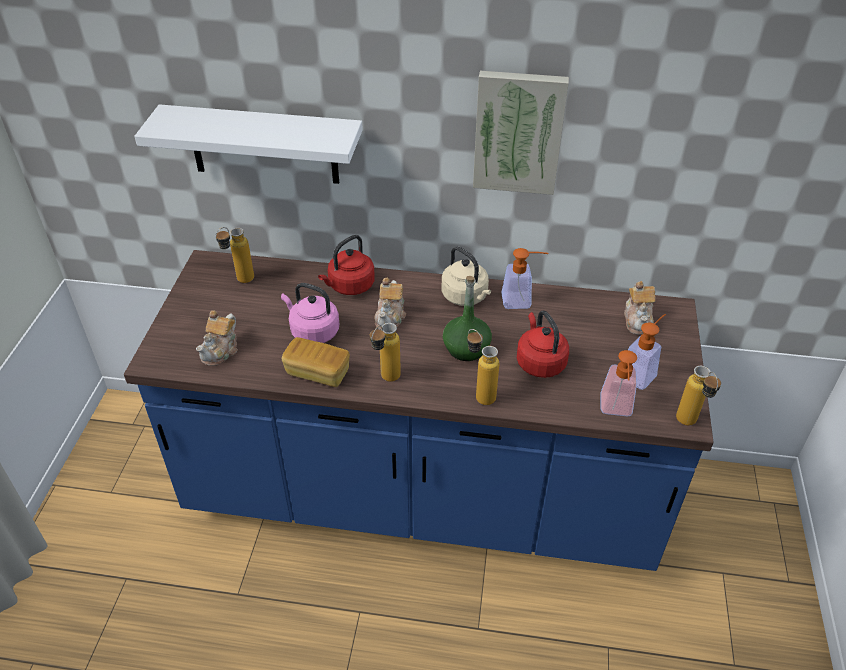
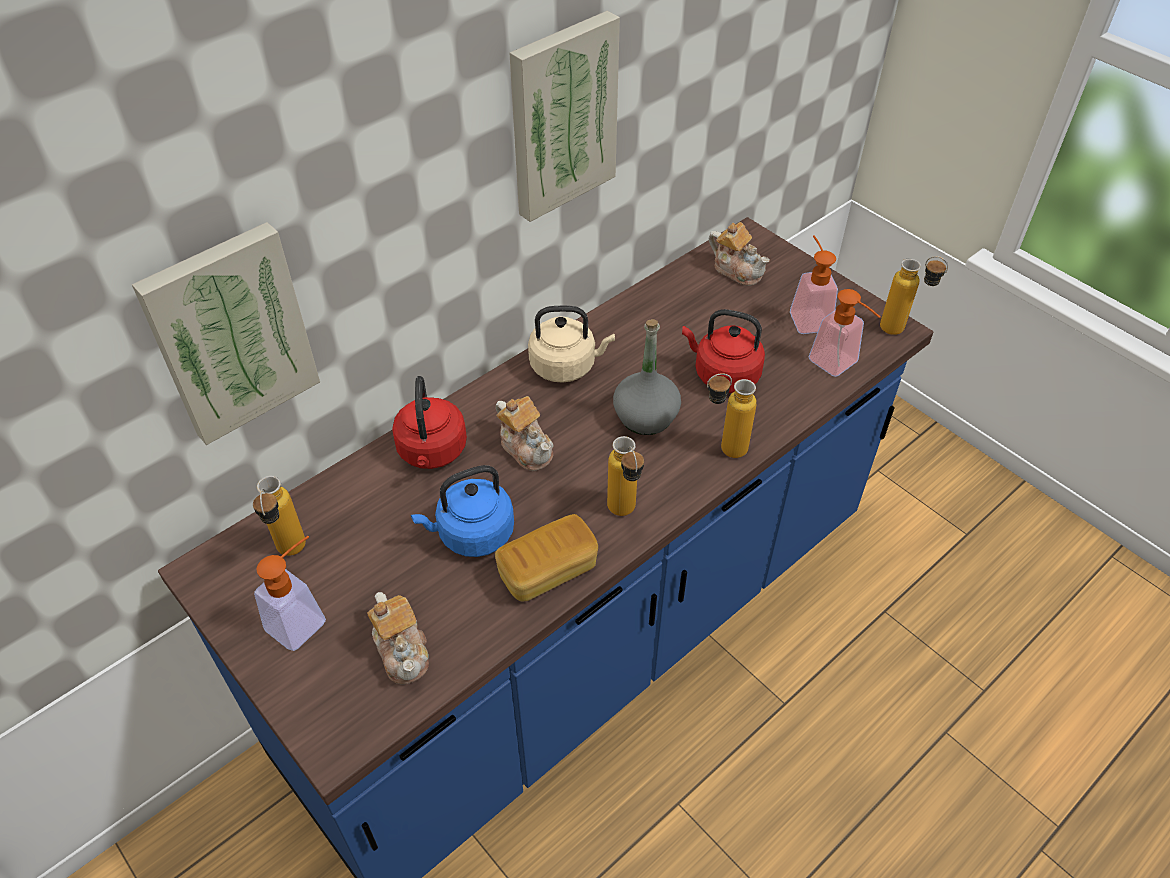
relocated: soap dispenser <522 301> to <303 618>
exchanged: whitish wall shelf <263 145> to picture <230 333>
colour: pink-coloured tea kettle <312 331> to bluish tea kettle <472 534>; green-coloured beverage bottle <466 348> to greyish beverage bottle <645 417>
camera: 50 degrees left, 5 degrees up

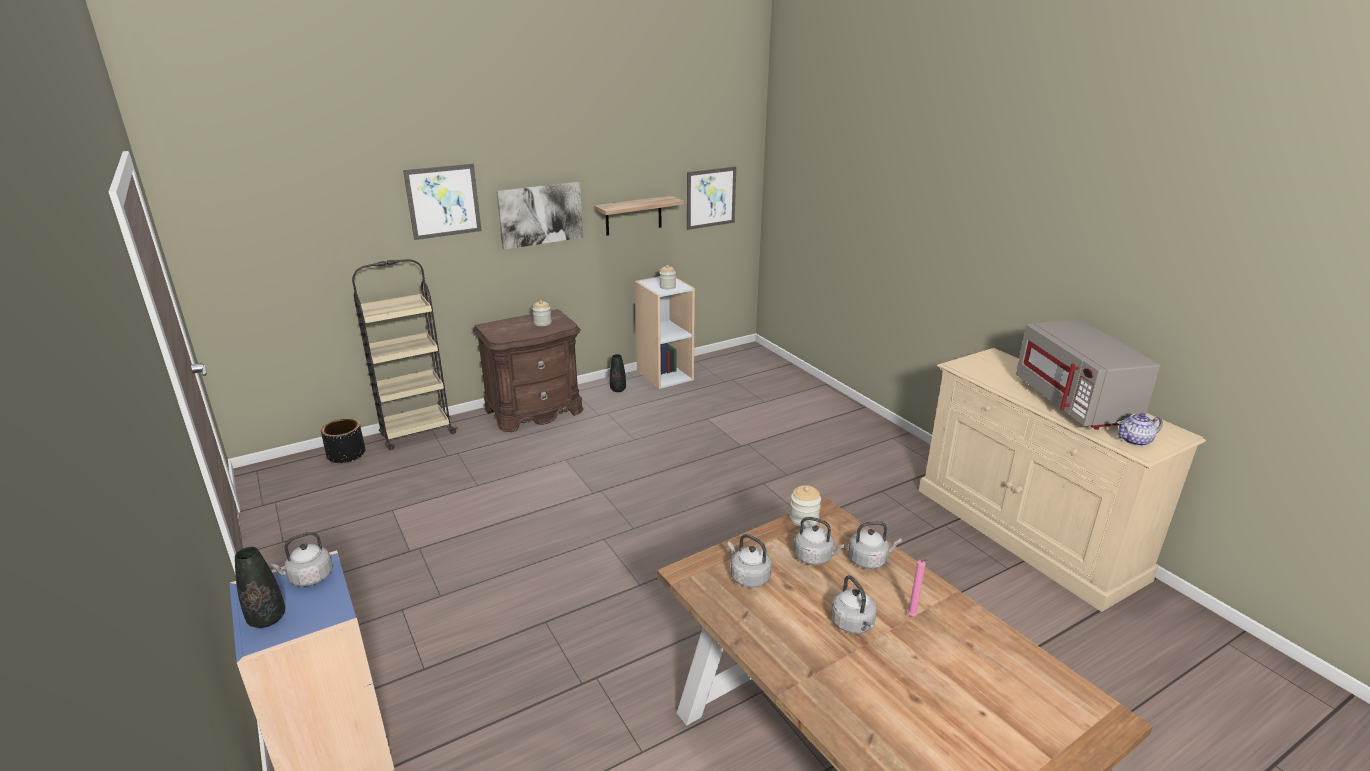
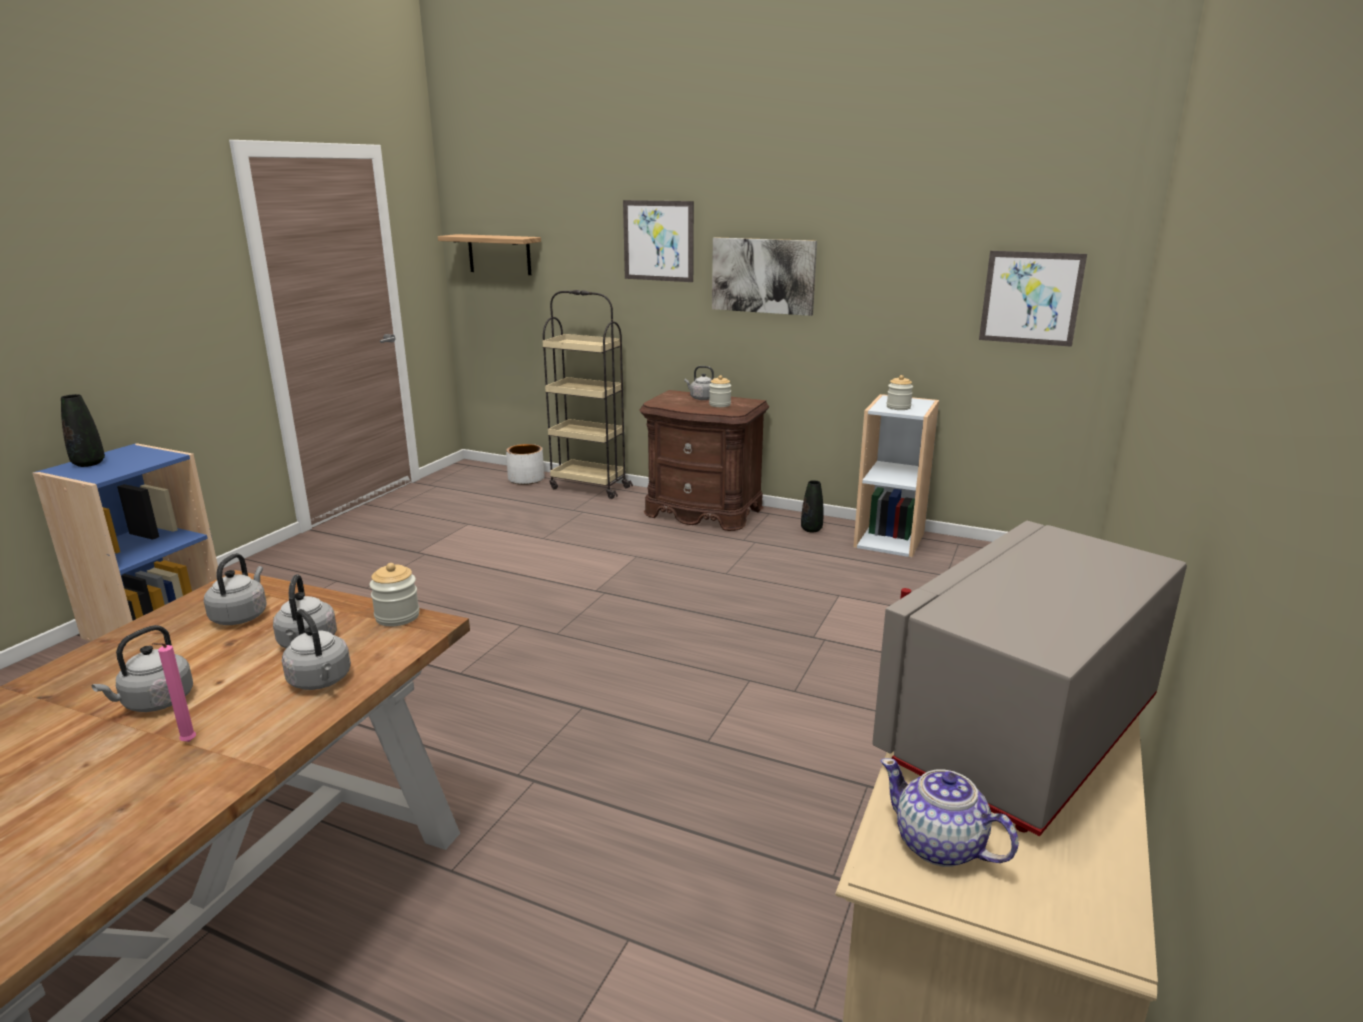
relocated: greyish tea kettle <308 578> to <701 398>; wall shelf <633 215> to <499 254>
colour: black plant pot <346 454> to whitish plant pot <526 479>
camera: 55 degrees right, 5 degrees down

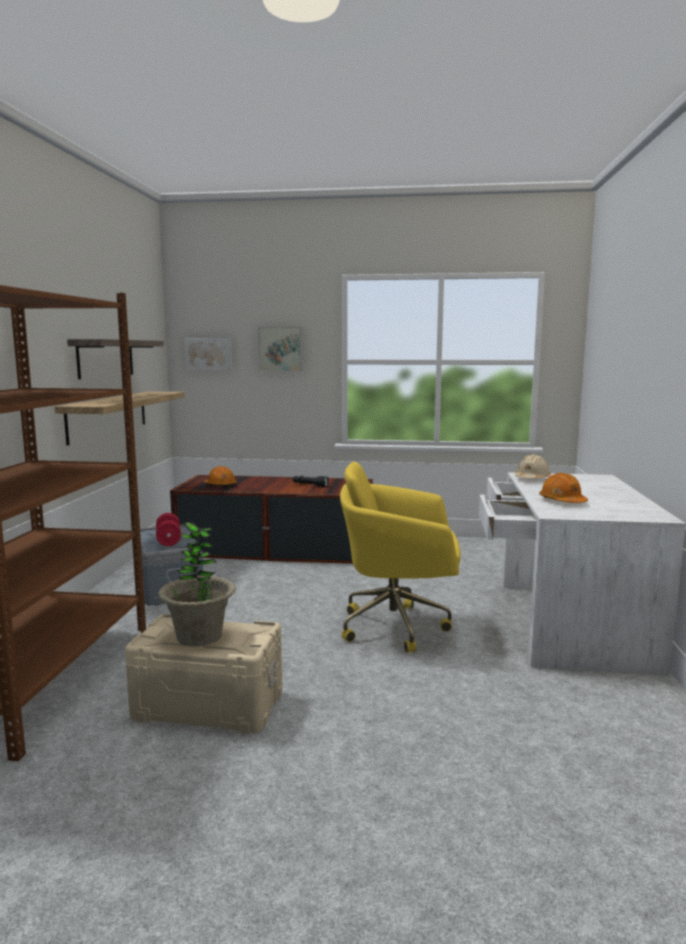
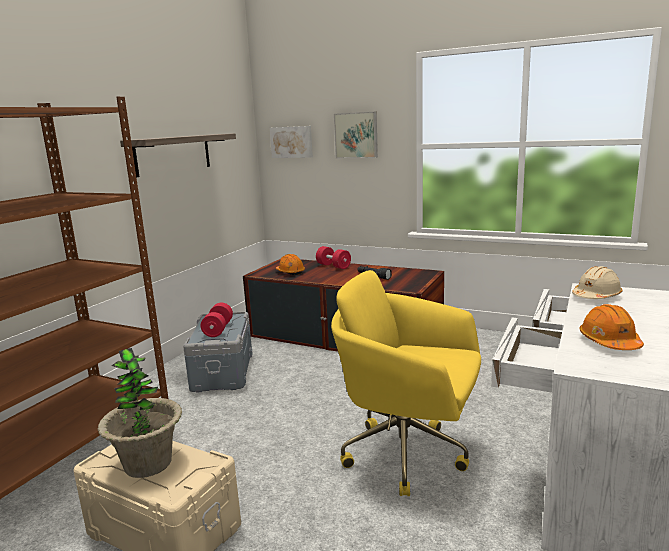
missing: wall shelf <108 415>
appeared: reddish free weight <333 266>
camera: 20 degrees right, 5 degrees up

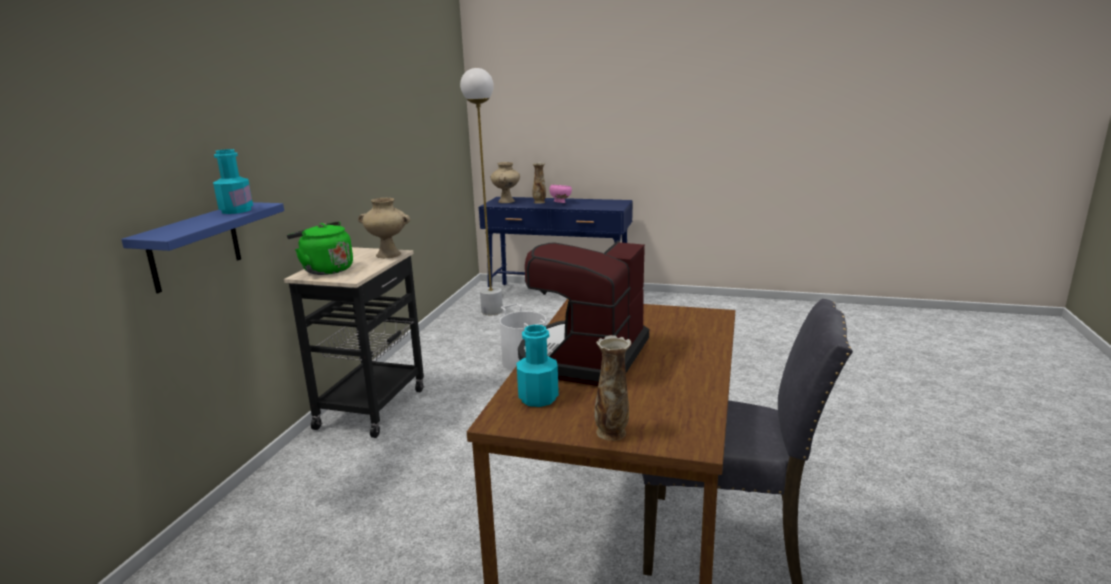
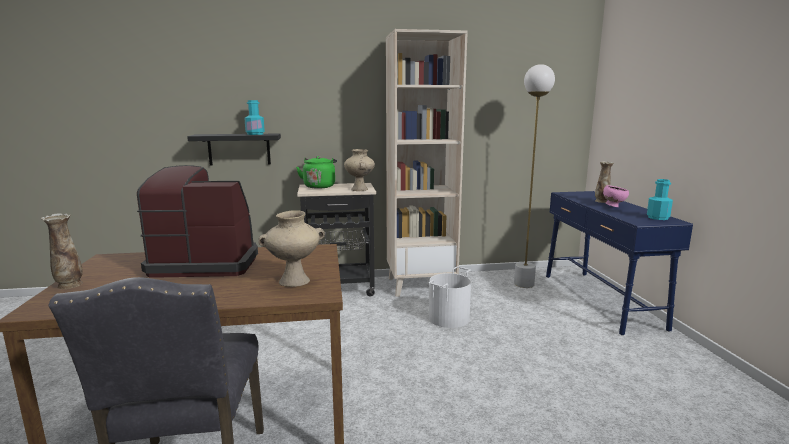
appeared: beige-coloured bookshelf <421 285>
relocated: beige-coloured flower vase <506 201> to <293 282>; turquoise beverage bottle <538 398> to <658 217>
colour: bluish wall shelf <195 247> to black wall shelf <239 149>
camera: 65 degrees right, 5 degrees down

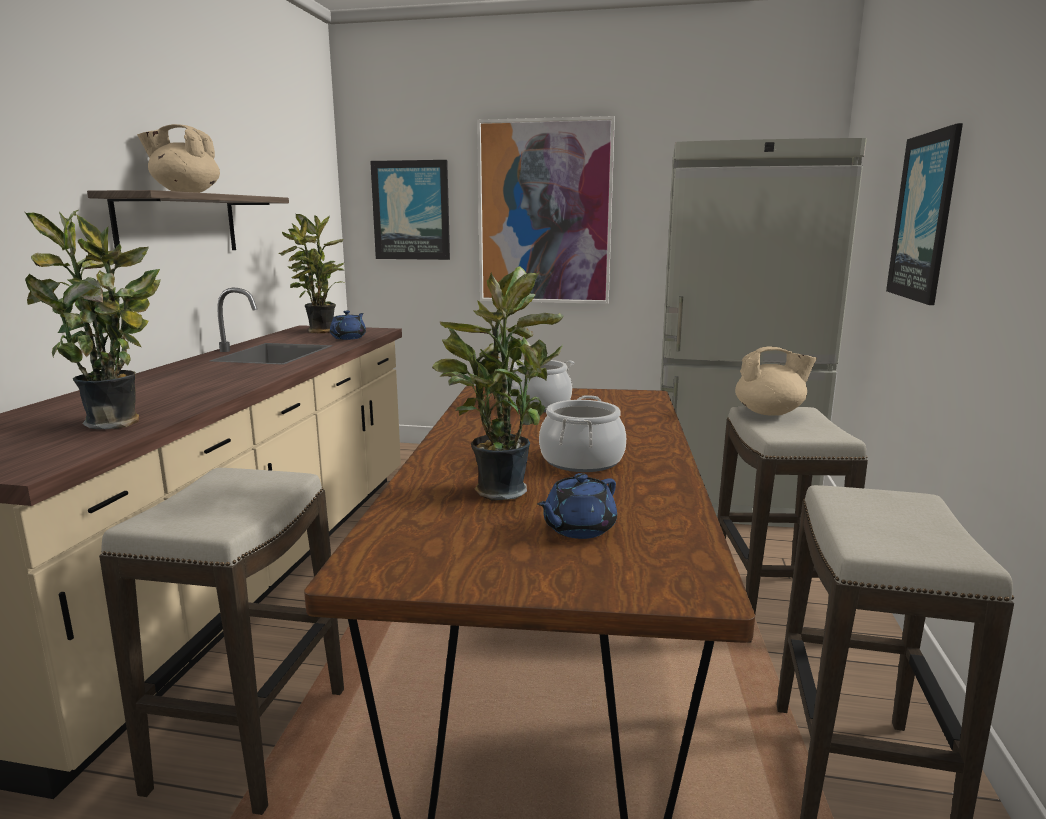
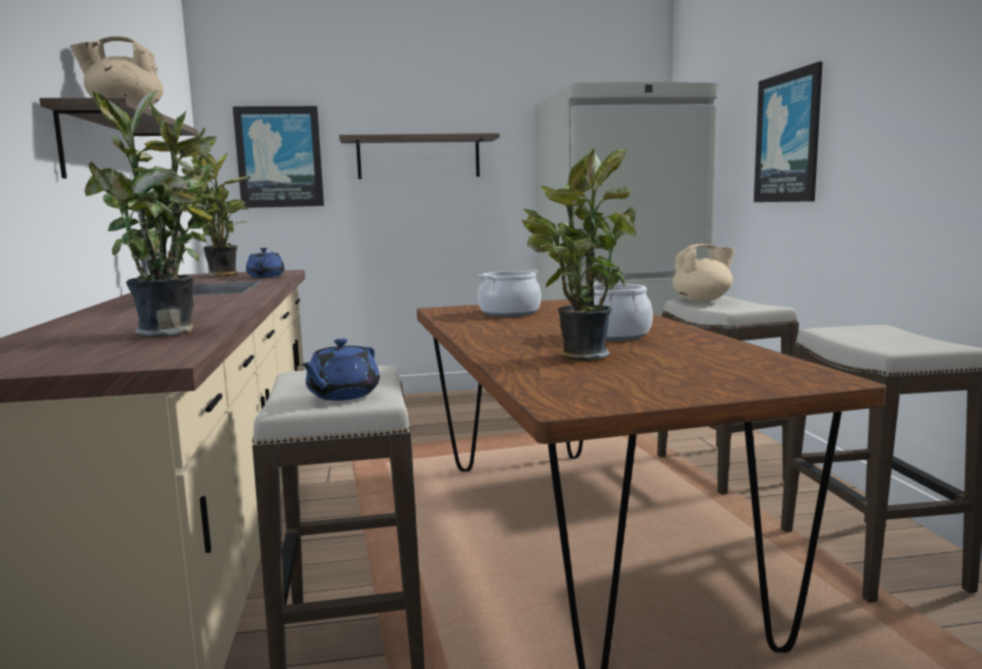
relocated: bluish pot for tea <578 529> to <342 395>
exchanged: picture <544 213> to wall shelf <418 158>
camera: 20 degrees left, 5 degrees down

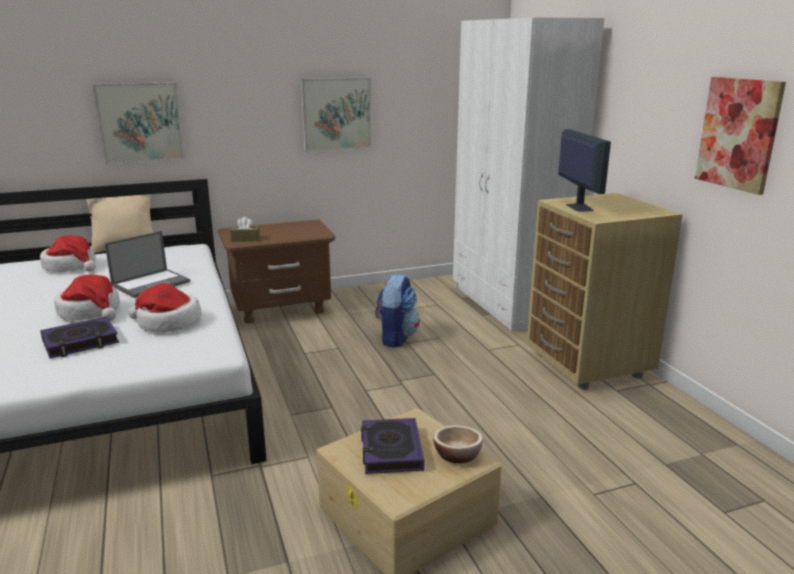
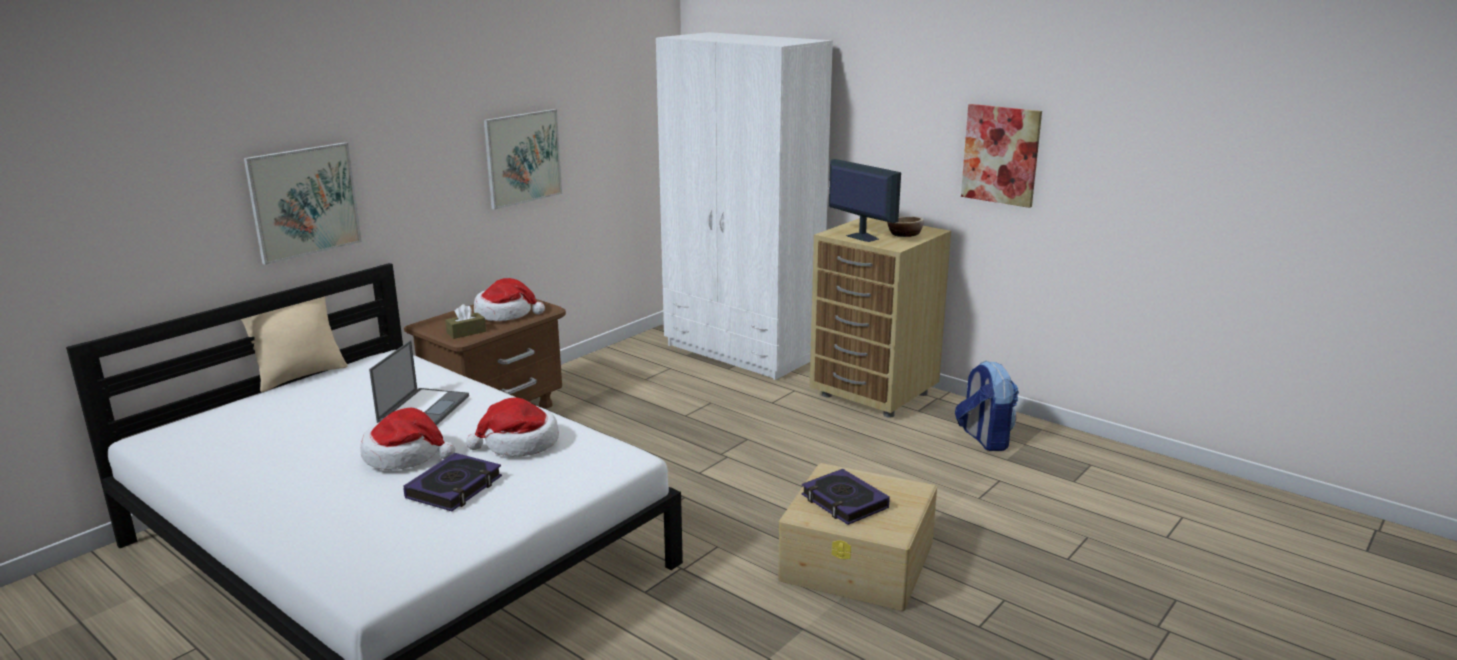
relocated: clothing hat <71 266> to <505 314>; backpack <396 337> to <984 439>; bowl <457 455> to <904 235>
camera: 30 degrees left, 0 degrees up

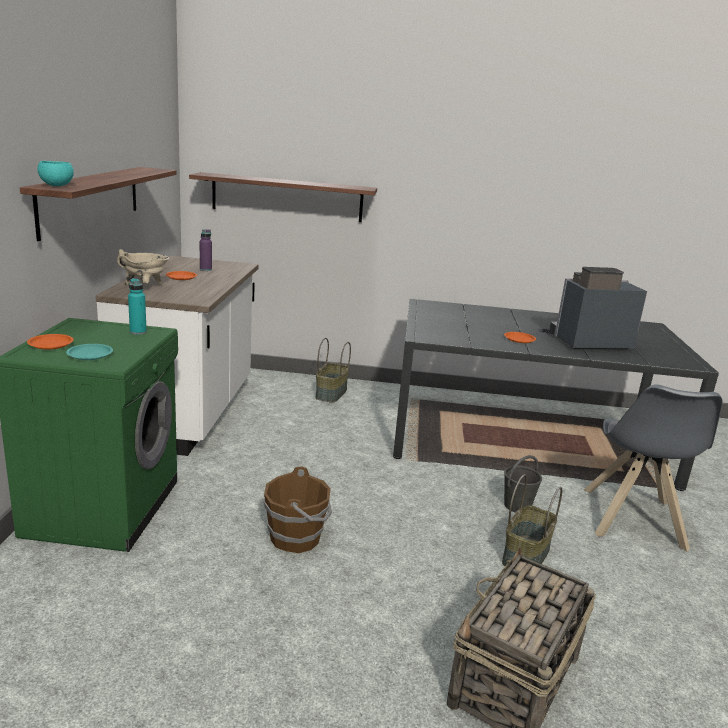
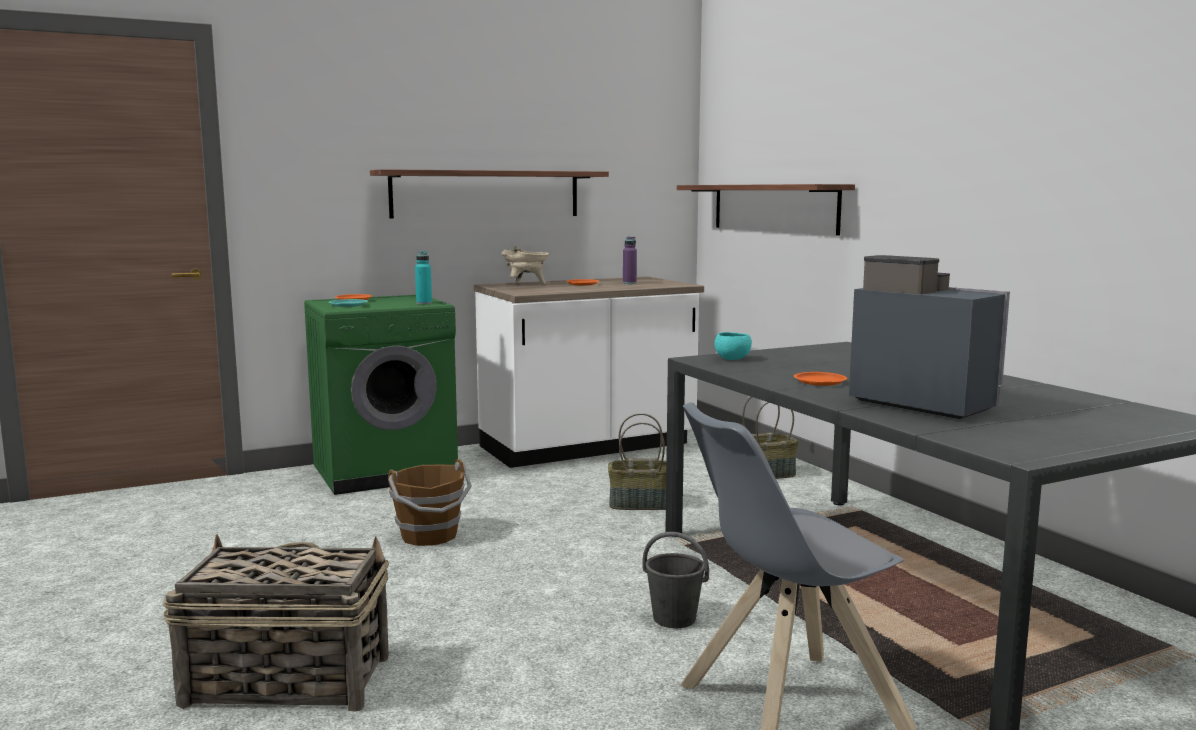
relocated: turquoise bowl <57 185> to <732 359>; storage basket <525 555> to <643 504>
camera: 60 degrees right, 10 degrees down

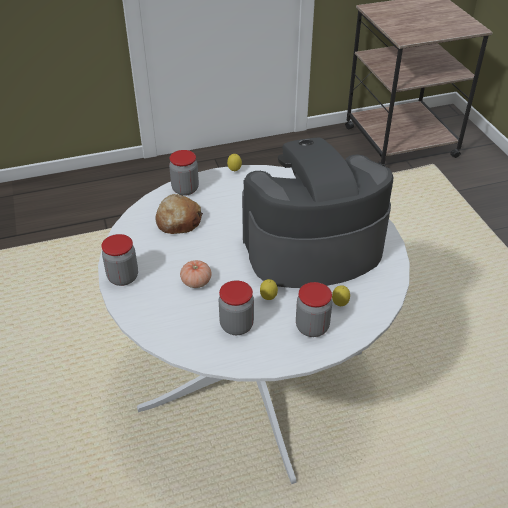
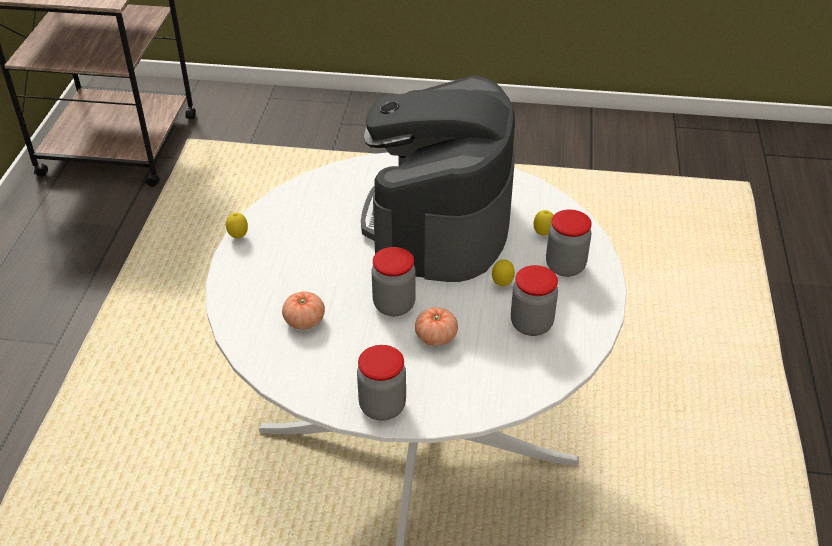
relocated: jar <185 189> to <394 305>
exchanged: baked bread <178 221> to fresh tomato <304 321>
camera: 65 degrees left, 0 degrees up

